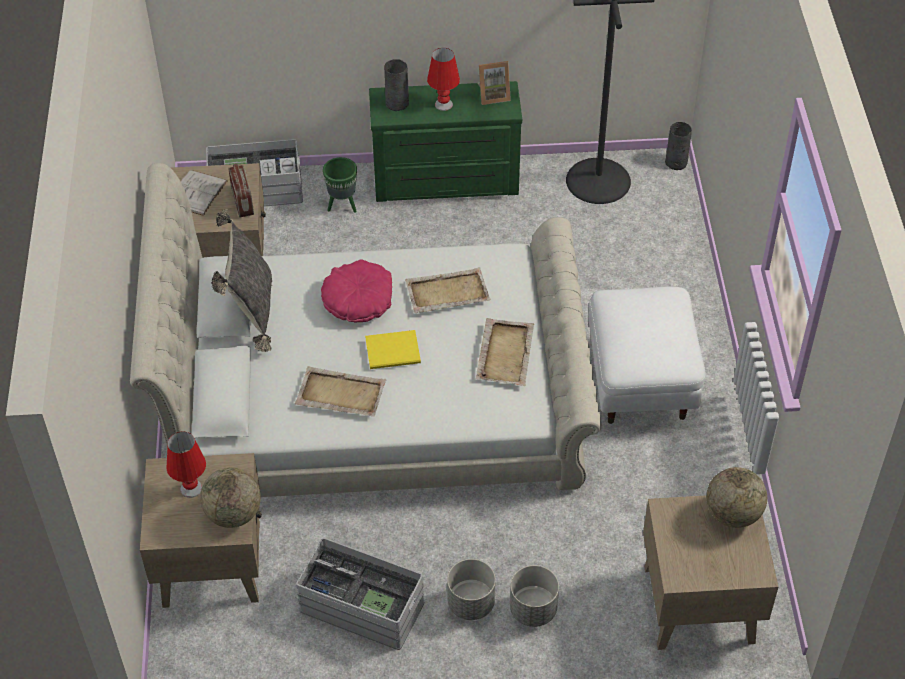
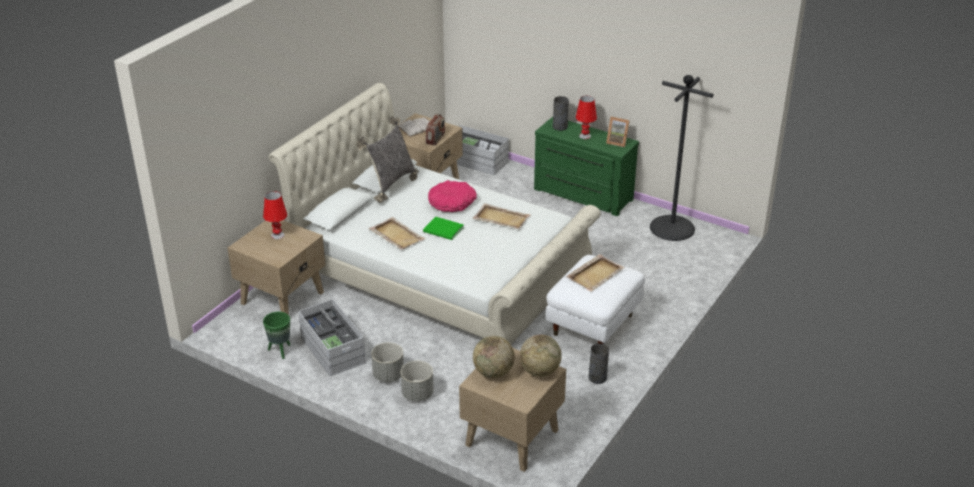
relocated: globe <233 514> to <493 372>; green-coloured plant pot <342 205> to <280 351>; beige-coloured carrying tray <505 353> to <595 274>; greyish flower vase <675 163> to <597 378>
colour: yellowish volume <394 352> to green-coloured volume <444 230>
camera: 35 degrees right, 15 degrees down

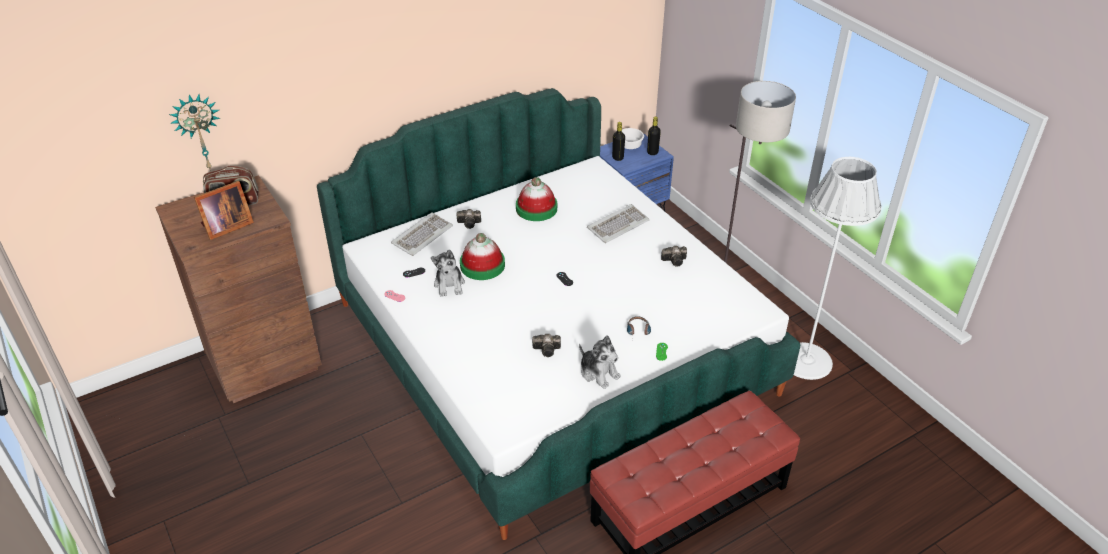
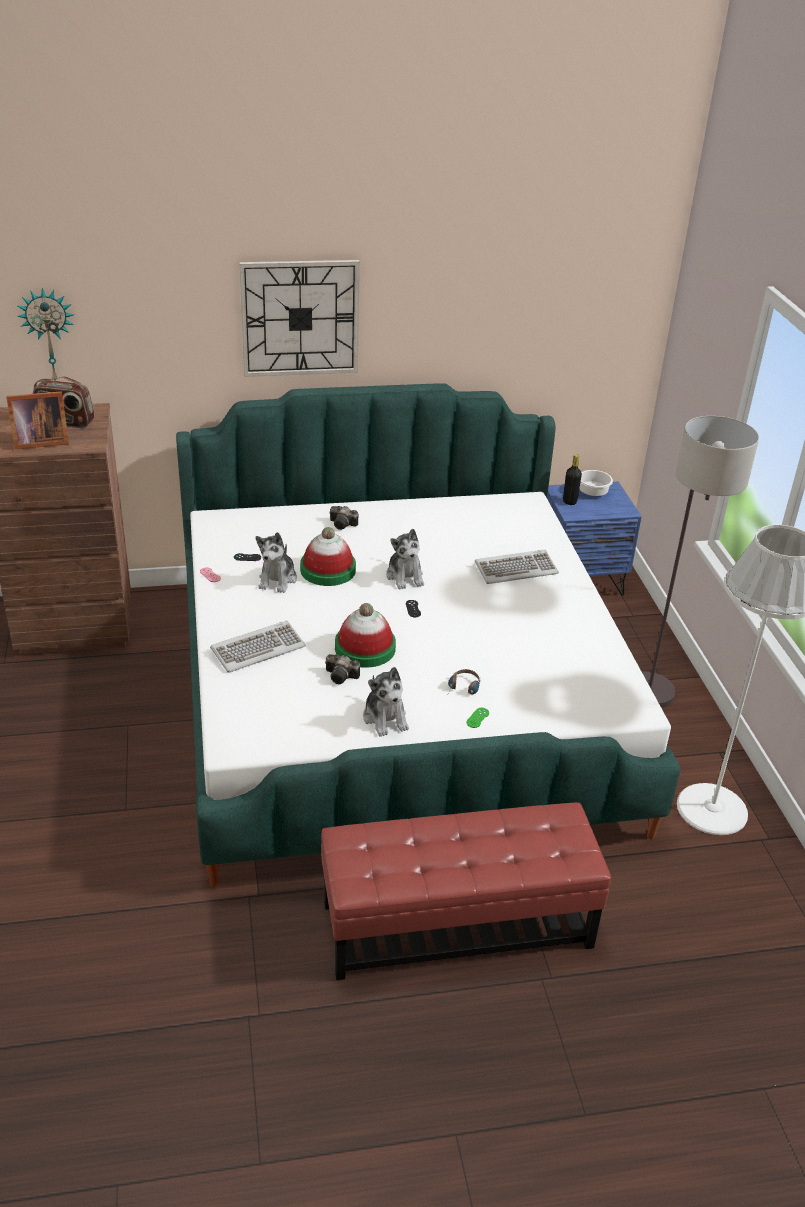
missing: black beverage bottle <652 152>; still camera <675 260>
appeared: hanging clock <300 318>; plush toy <405 576>
relocated: computer keyboard <422 236> to <258 649>; clothing hat <536 208> to <365 648>
camera: 20 degrees right, 5 degrees down

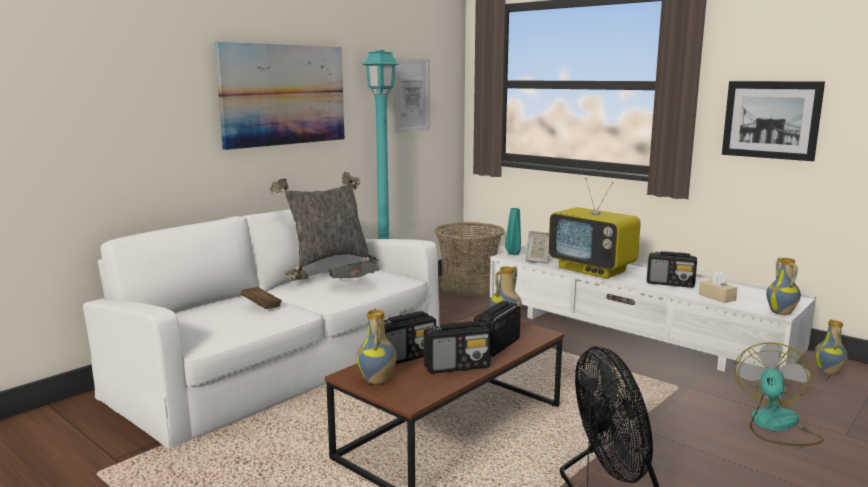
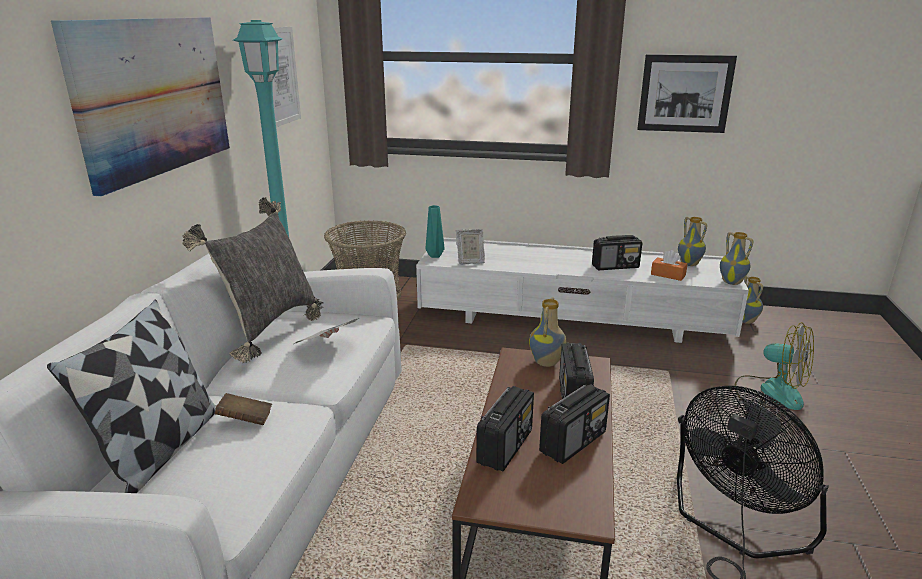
missing: television <593 269>
appeared: pillow <161 448>
relocated: flower vase <378 380> to <689 264>
colour: beige-coloured box of tissues <717 297> to orangey box of tissues <668 275>
spun: electric fan <775 426> = <770 391> 135 degrees clockwise
camera: 30 degrees left, 10 degrees up

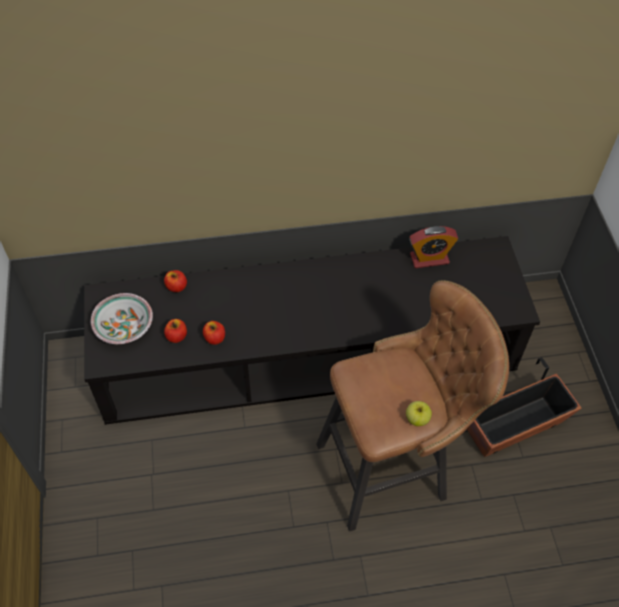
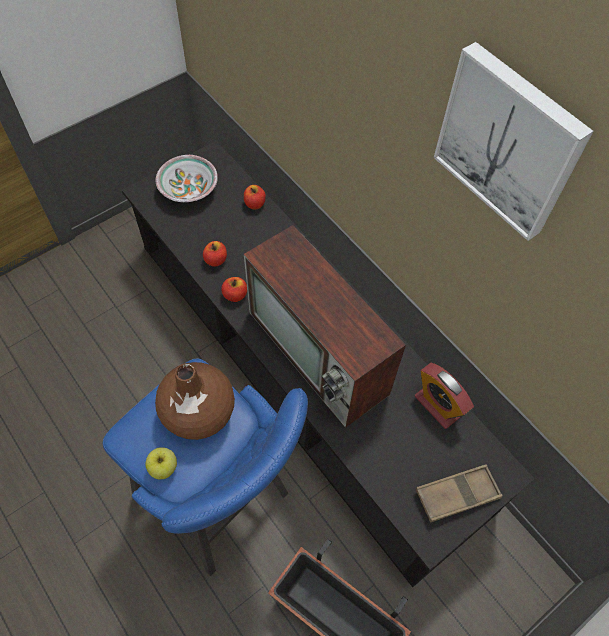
appeared: brown flower vase <198 412>; television <320 354>; brown carrying tray <457 494>; picture <509 142>
relocated: apple fruit <177 336> to <235 295>
colour: brown stool <395 466> to bluish stool <223 507>
camera: 60 degrees right, 5 degrees up

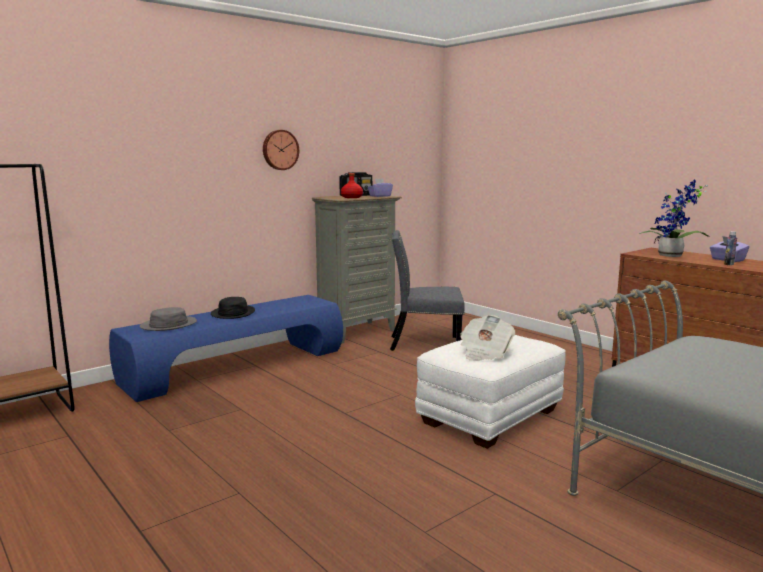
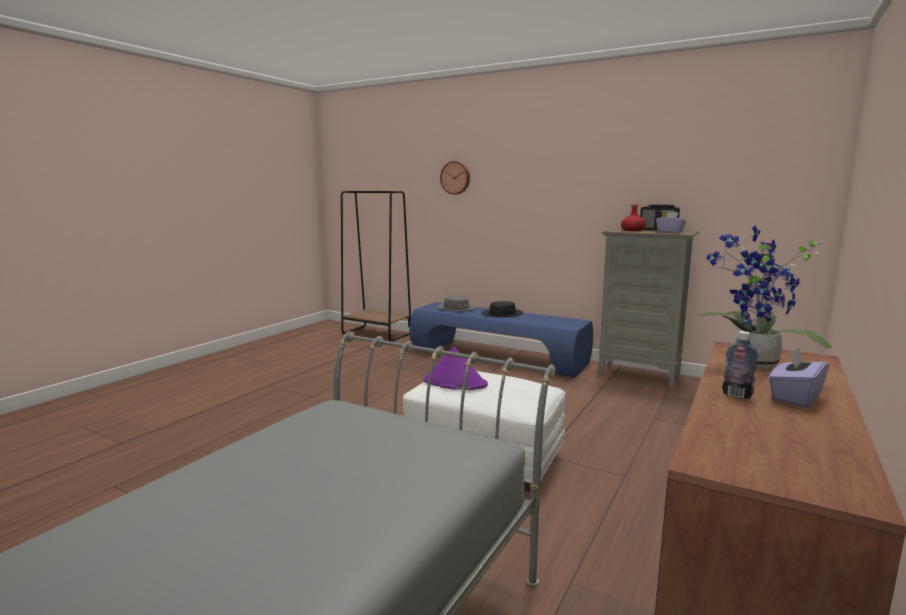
missing: greyish chair <426 344>
relocated: hanging clock <280 150> to <455 178>
exchanged: newspaper <485 353> to purple-coloured clothing hat <454 382>
camera: 70 degrees right, 0 degrees up

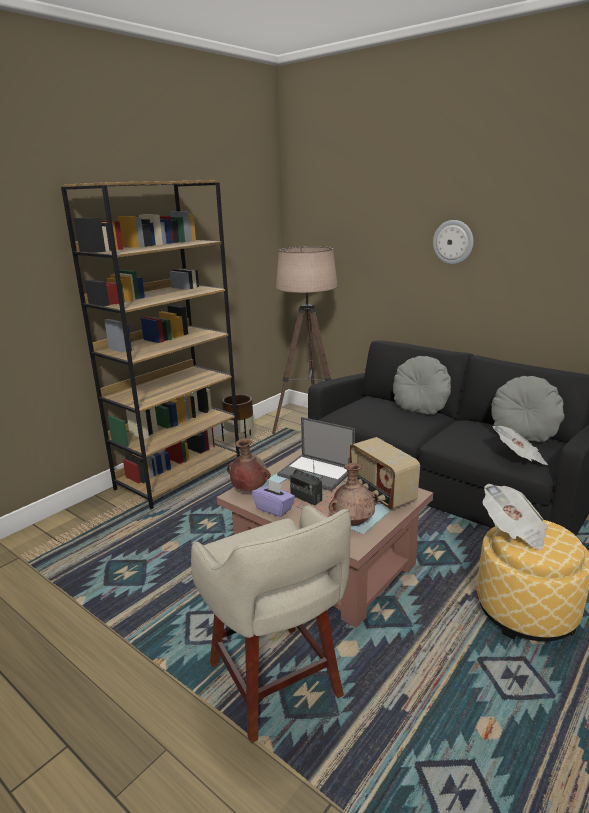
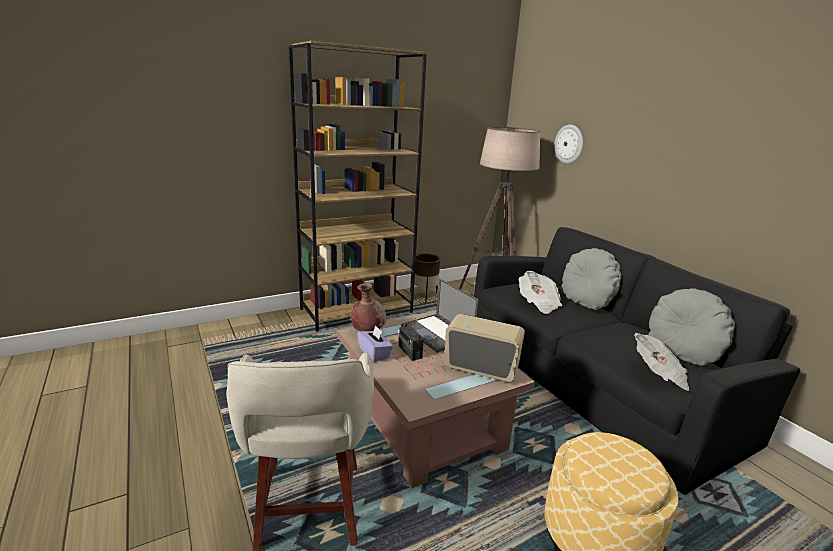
missing: brown flower vase <353 522>
relocated: hanging clock <453 242> to <569 144>; newspaper <514 531> to <538 303>
spun: radio set <381 494> = <481 368> 120 degrees clockwise
camera: 20 degrees right, 0 degrees up

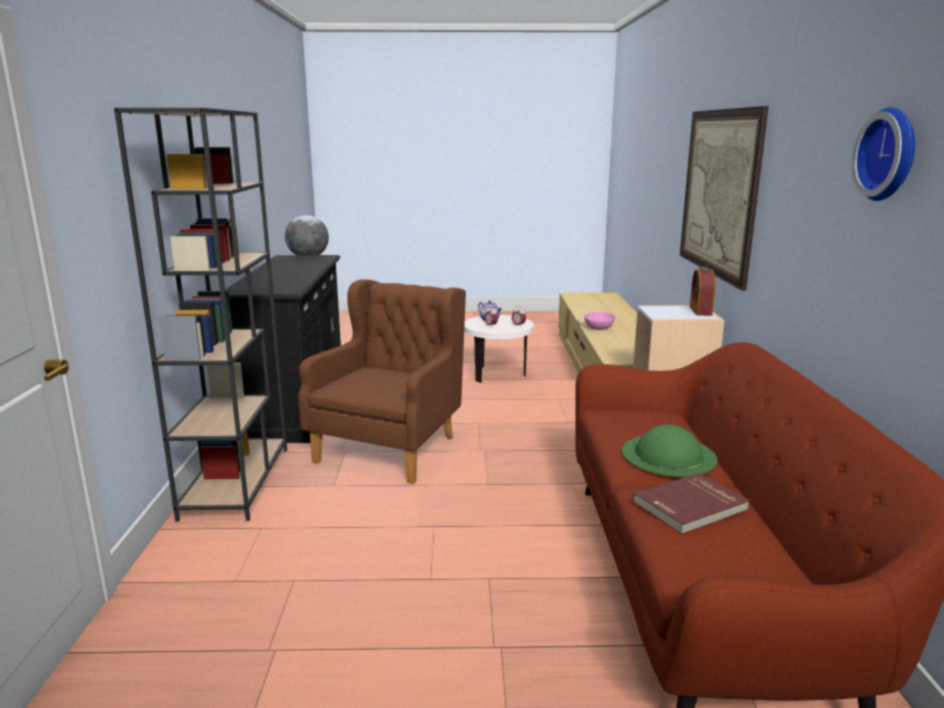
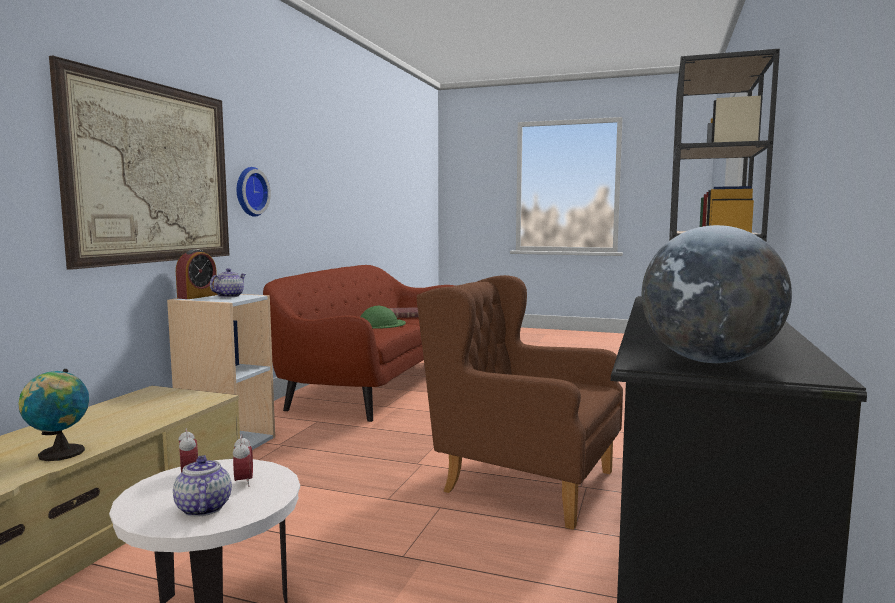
appeared: pot for tea <229 296>
relocated: hanging clock <891 154> to <249 191>
exchanged: pink-coloured bowl <598 328> to globe <58 454>
spun: brown lounge chair <392 448> = <521 482> 75 degrees clockwise
camera: 160 degrees left, 10 degrees down

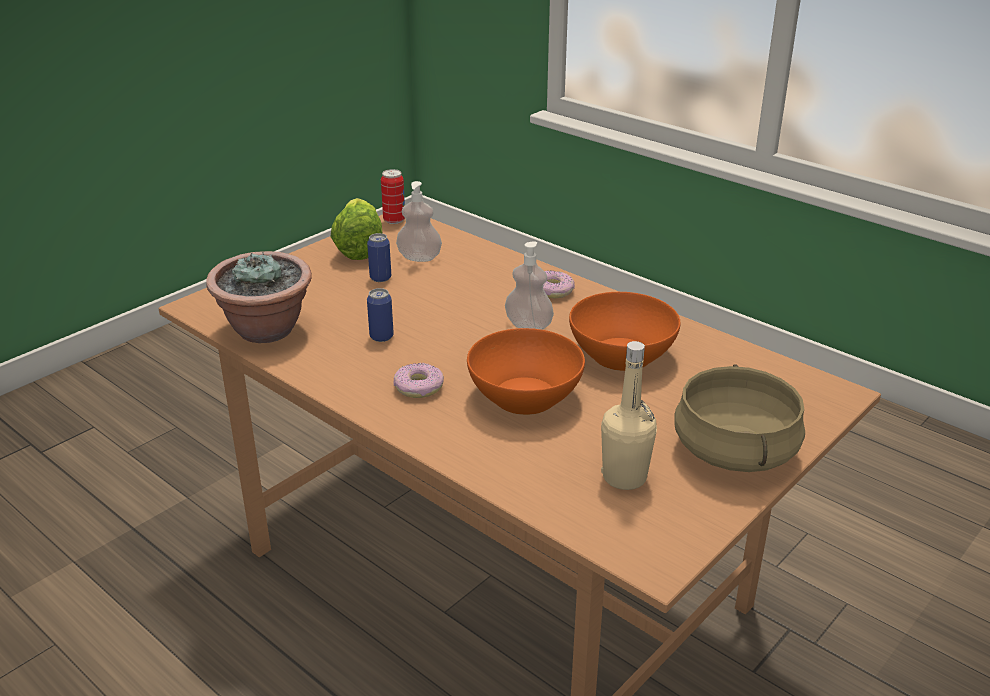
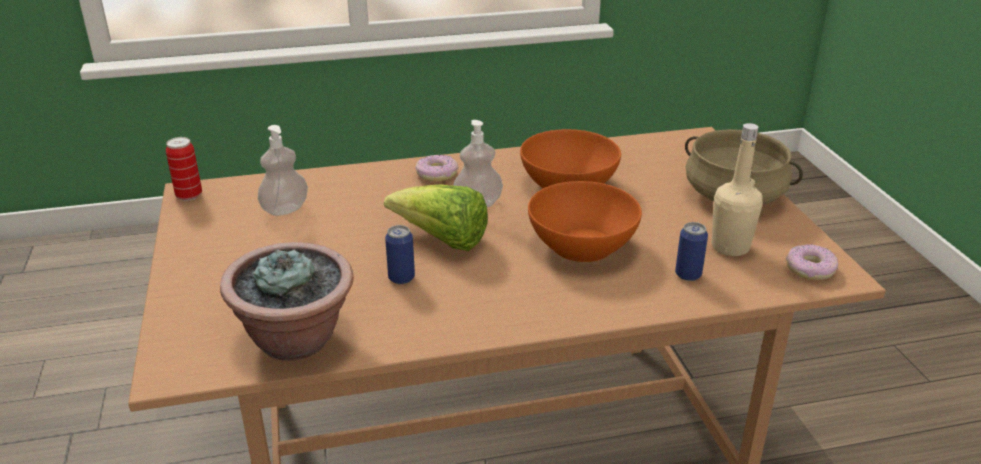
relocated: head of lettuce <358 248> to <442 241>; metal can <380 278> to <688 275>; donut <418 387> to <810 269>
camera: 55 degrees left, 0 degrees up

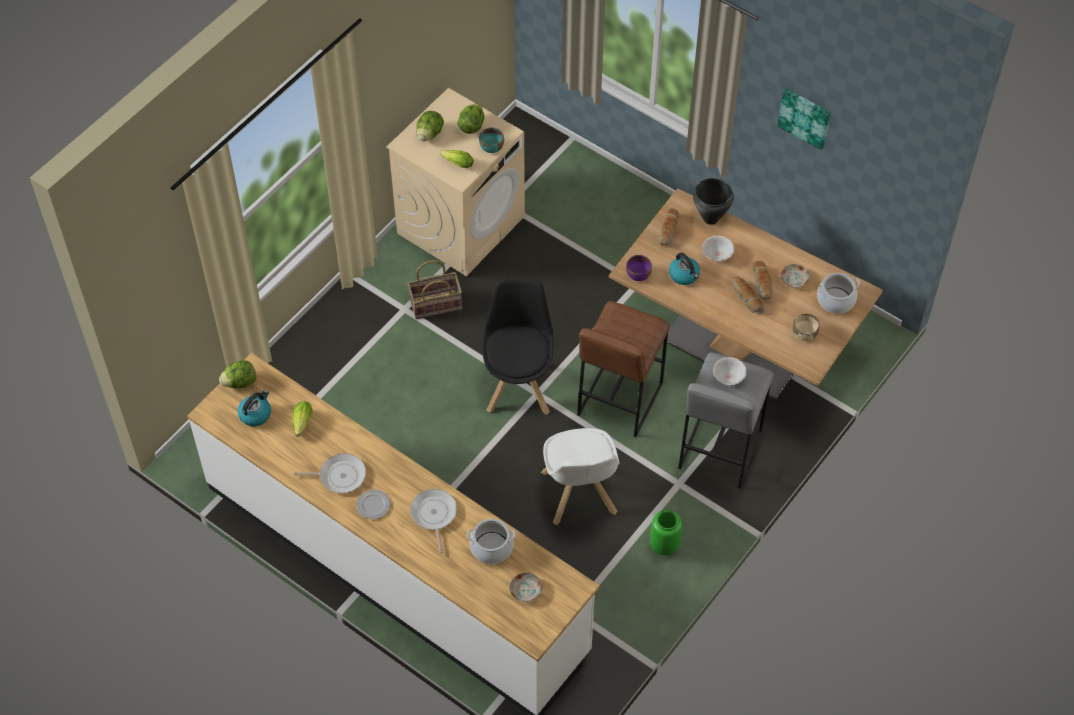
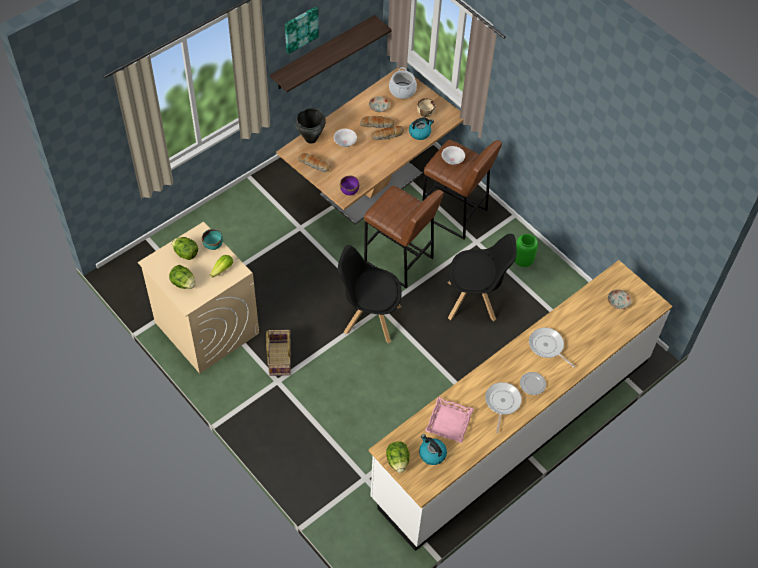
missing: saucepot <491 548>
appeared: wall shelf <323 53>
relocated: tea kettle <684 275> to <420 133>
exchanged: head of lettuce <302 424> to pink-coloured carrying tray <448 422>
colour: whitish chair <579 496> to black chair <474 301>; greyish stool <719 451> to brown stool <455 213>
spun: pan <434 515> = <547 346> 45 degrees clockwise
camera: 80 degrees left, 0 degrees up

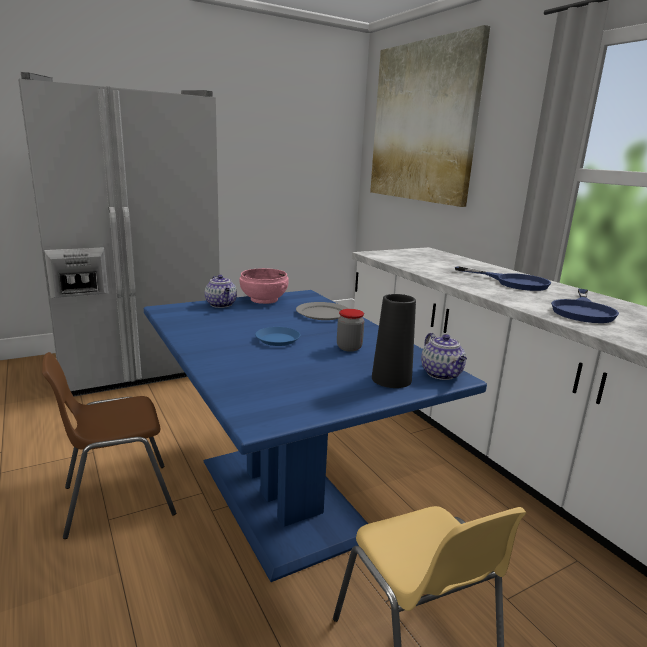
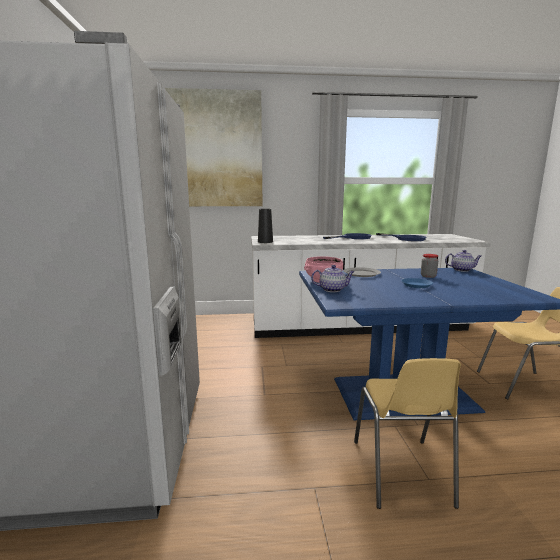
relocated: black flower vase <391 379> to <265 242>
colour: brown chair <117 500> to yellowish chair <401 472>
camera: 65 degrees left, 5 degrees down

